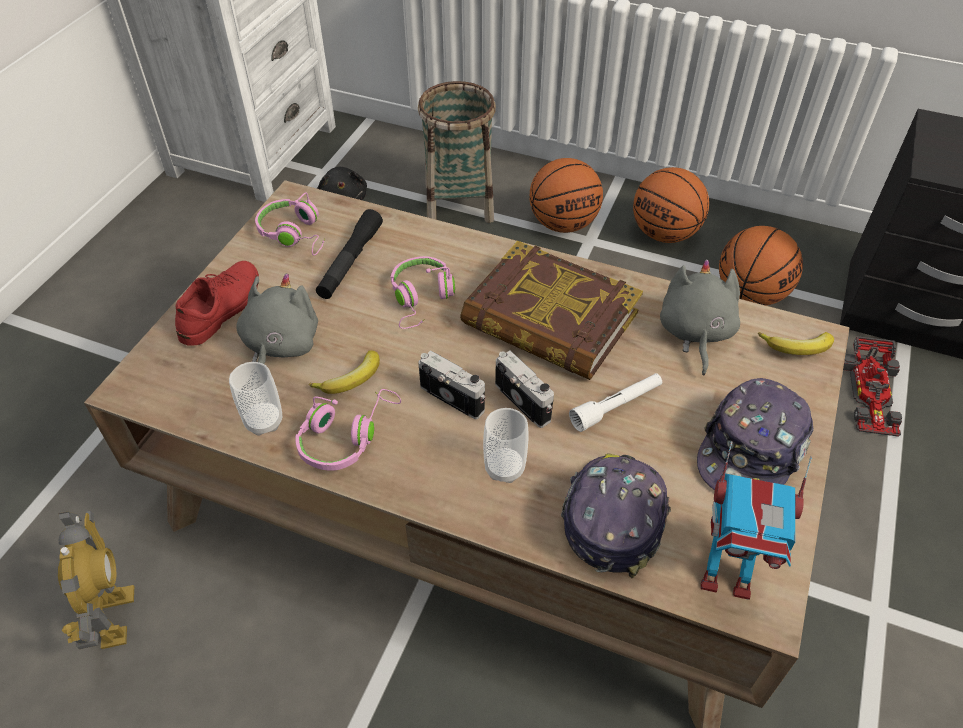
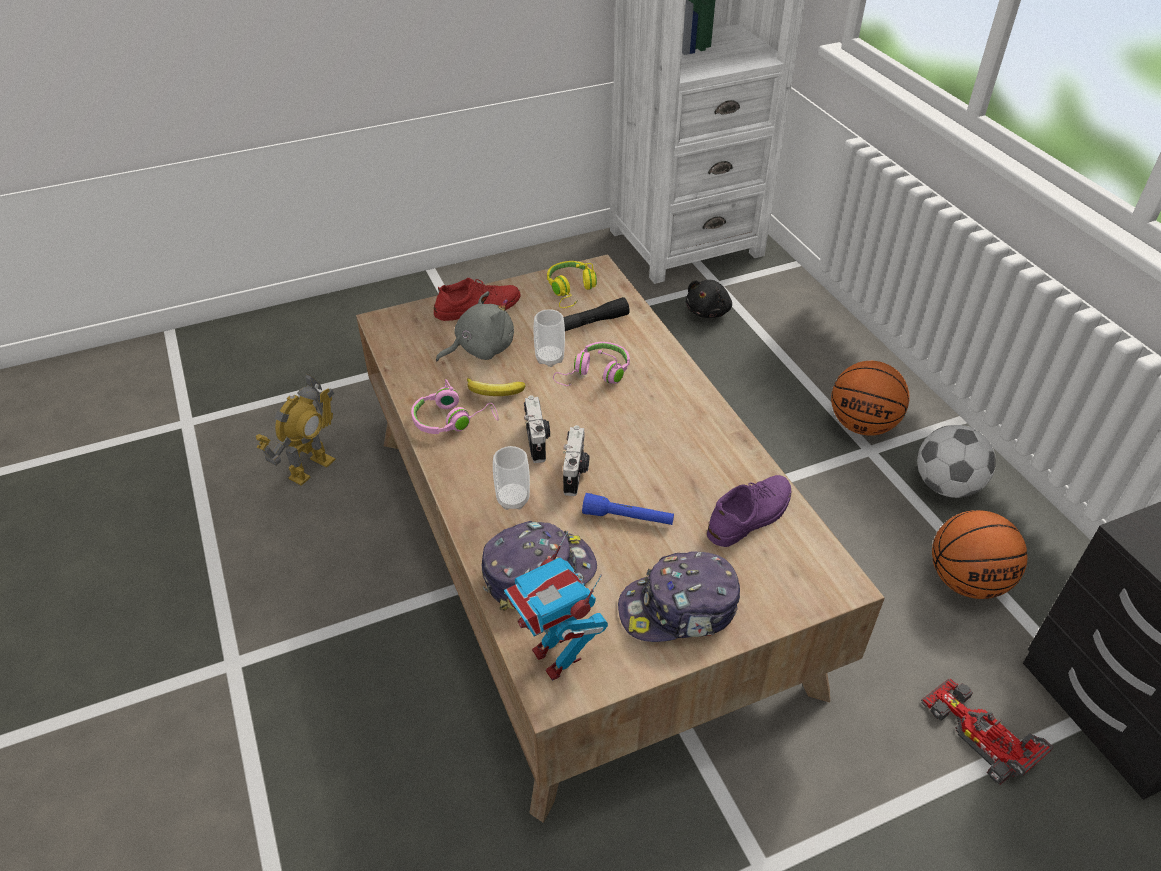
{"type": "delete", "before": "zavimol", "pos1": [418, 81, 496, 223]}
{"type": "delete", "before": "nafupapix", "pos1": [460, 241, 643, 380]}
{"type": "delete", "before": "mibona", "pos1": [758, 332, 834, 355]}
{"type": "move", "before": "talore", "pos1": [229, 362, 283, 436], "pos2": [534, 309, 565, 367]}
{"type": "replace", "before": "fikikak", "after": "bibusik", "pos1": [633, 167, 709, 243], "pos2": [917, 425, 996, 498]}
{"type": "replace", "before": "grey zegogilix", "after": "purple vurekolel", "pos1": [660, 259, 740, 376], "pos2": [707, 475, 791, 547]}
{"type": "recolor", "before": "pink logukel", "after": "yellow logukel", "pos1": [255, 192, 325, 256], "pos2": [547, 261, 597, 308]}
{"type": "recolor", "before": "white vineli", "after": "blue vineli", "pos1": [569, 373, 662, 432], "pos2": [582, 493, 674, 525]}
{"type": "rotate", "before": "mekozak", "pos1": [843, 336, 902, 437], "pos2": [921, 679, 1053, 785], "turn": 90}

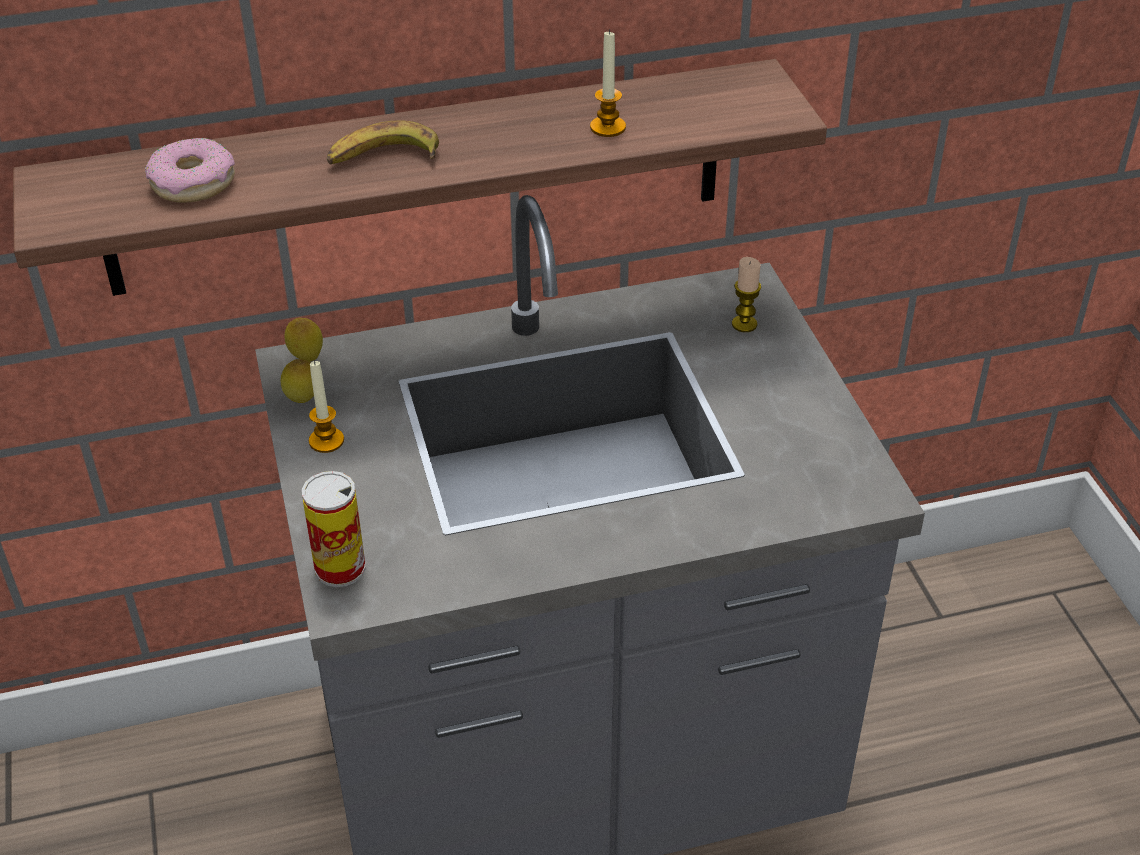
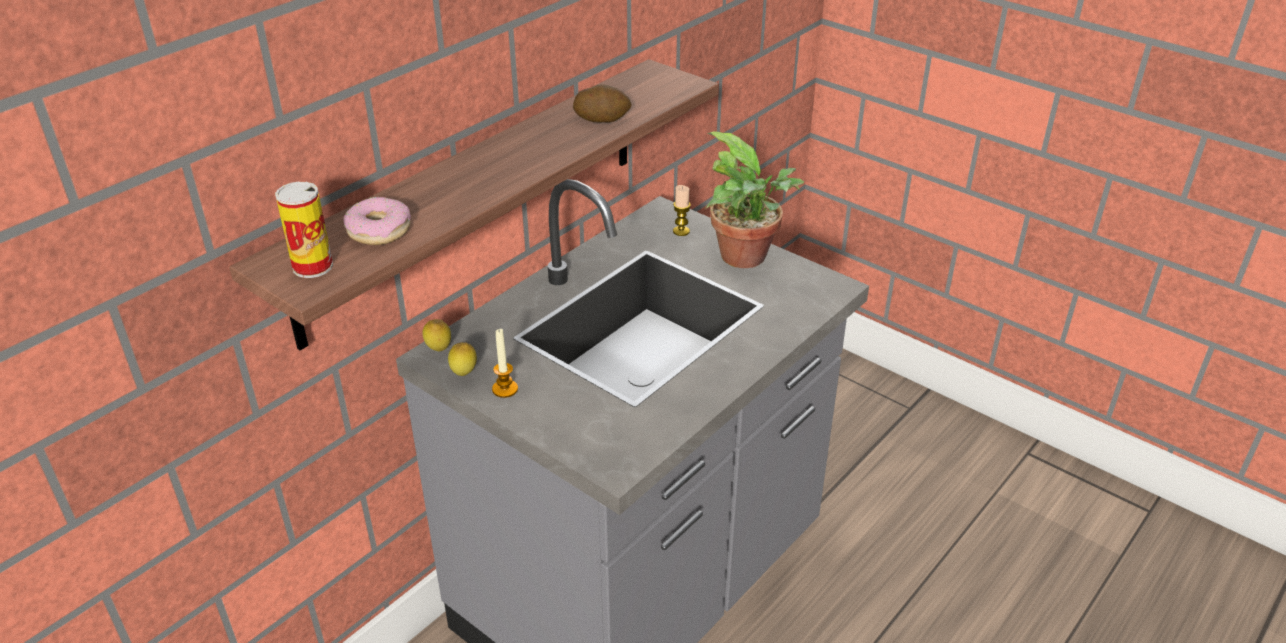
{"type": "delete", "before": "mibona", "pos1": [327, 120, 439, 164]}
{"type": "insert", "after": "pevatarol", "pos2": [705, 131, 804, 268]}
{"type": "move", "before": "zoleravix", "pos1": [302, 471, 366, 587], "pos2": [275, 181, 333, 278]}
{"type": "replace", "before": "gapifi", "after": "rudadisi", "pos1": [590, 30, 626, 137], "pos2": [573, 84, 632, 123]}

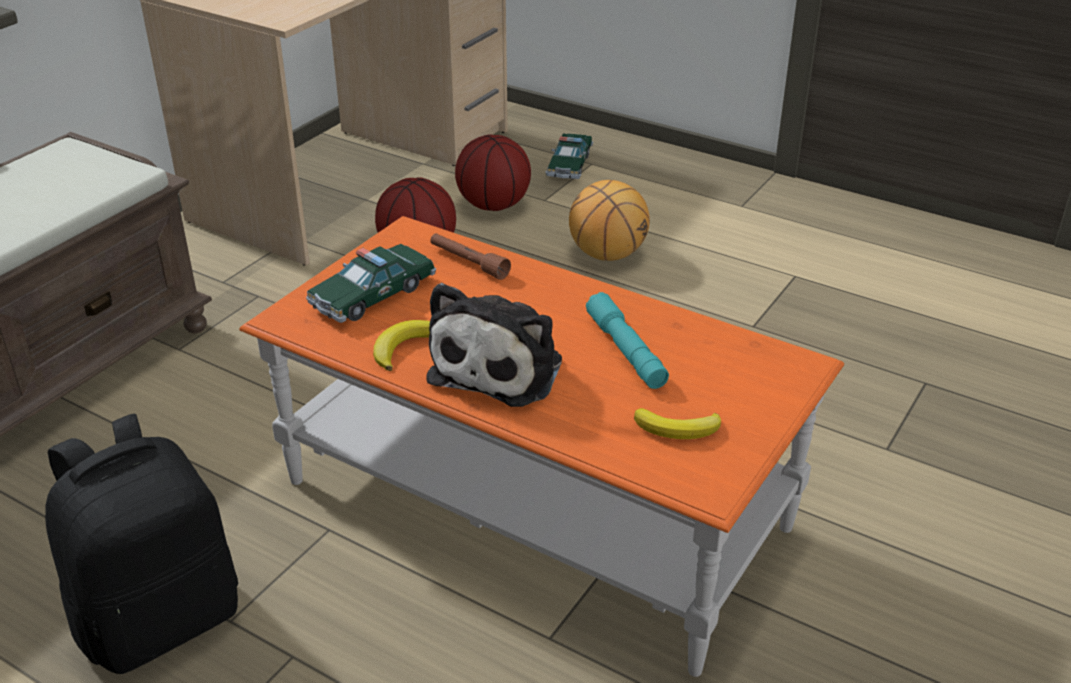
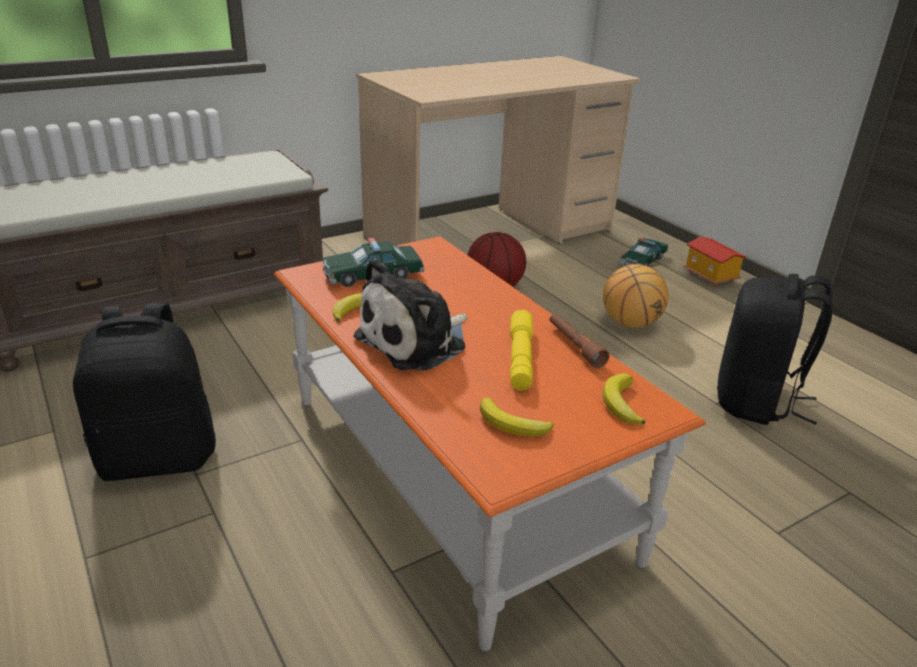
{"type": "delete", "before": "fikikak", "pos1": [455, 134, 531, 211]}
{"type": "insert", "after": "mibona", "pos2": [602, 373, 646, 425]}
{"type": "insert", "after": "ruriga", "pos2": [683, 236, 747, 287]}
{"type": "insert", "after": "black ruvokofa", "pos2": [717, 274, 832, 425]}
{"type": "move", "before": "brown vineli", "pos1": [430, 233, 511, 280], "pos2": [550, 313, 609, 368]}
{"type": "recolor", "before": "turquoise vineli", "after": "yellow vineli", "pos1": [586, 292, 669, 389], "pos2": [510, 310, 533, 390]}

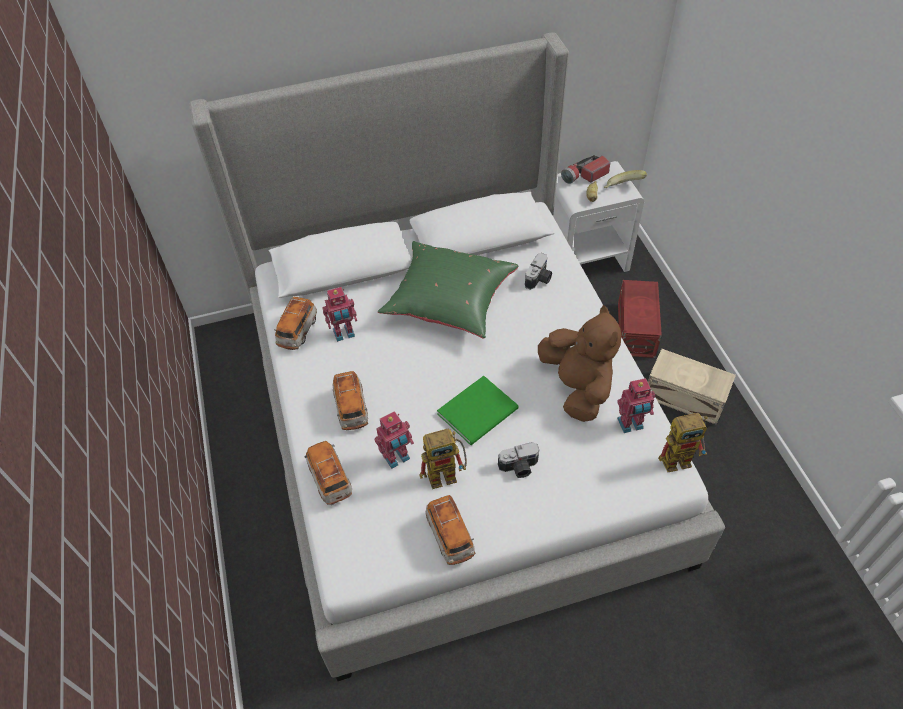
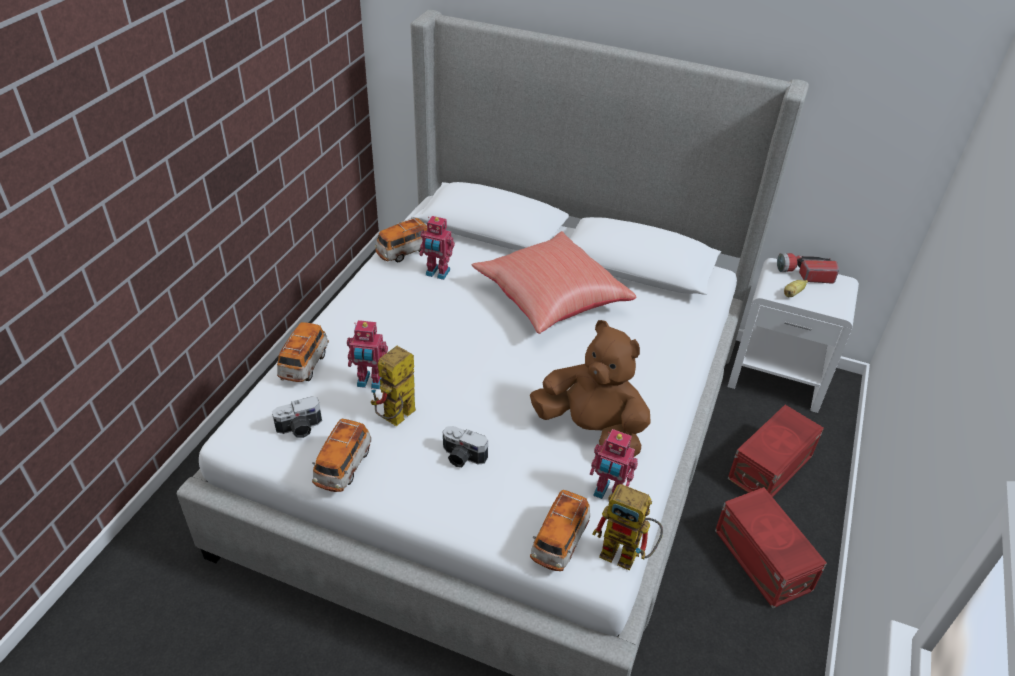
{"type": "delete", "before": "green nafupapix", "pos1": [437, 376, 519, 445]}
{"type": "delete", "before": "mibona", "pos1": [604, 170, 647, 188]}
{"type": "move", "before": "mekozak", "pos1": [333, 371, 368, 430], "pos2": [530, 490, 590, 571]}
{"type": "move", "before": "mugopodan", "pos1": [525, 253, 552, 290], "pos2": [272, 396, 322, 438]}
{"type": "recolor", "before": "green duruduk", "after": "red duruduk", "pos1": [378, 241, 518, 338], "pos2": [471, 231, 636, 334]}
{"type": "recolor", "before": "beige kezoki", "after": "red kezoki", "pos1": [648, 349, 736, 425], "pos2": [715, 487, 827, 608]}
{"type": "rotate", "before": "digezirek", "pos1": [420, 429, 467, 489], "pos2": [371, 346, 416, 426], "turn": 105}
{"type": "rotate", "before": "brown zegogilix", "pos1": [538, 305, 621, 422], "pos2": [530, 320, 651, 457], "turn": -75}

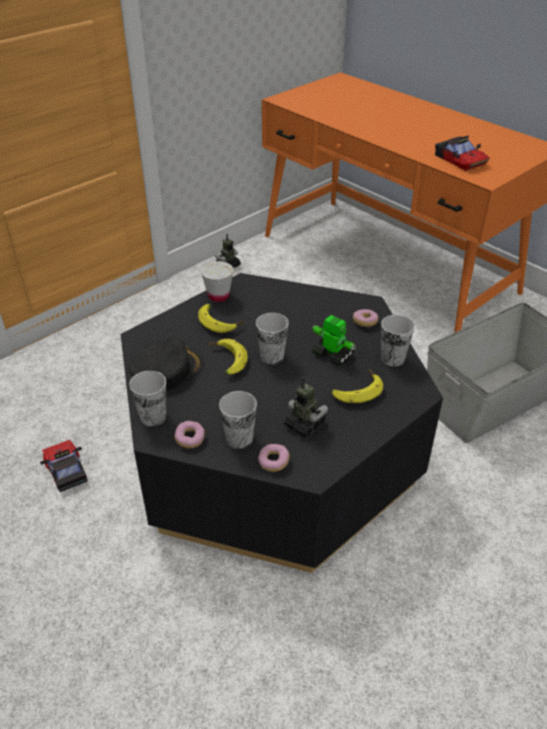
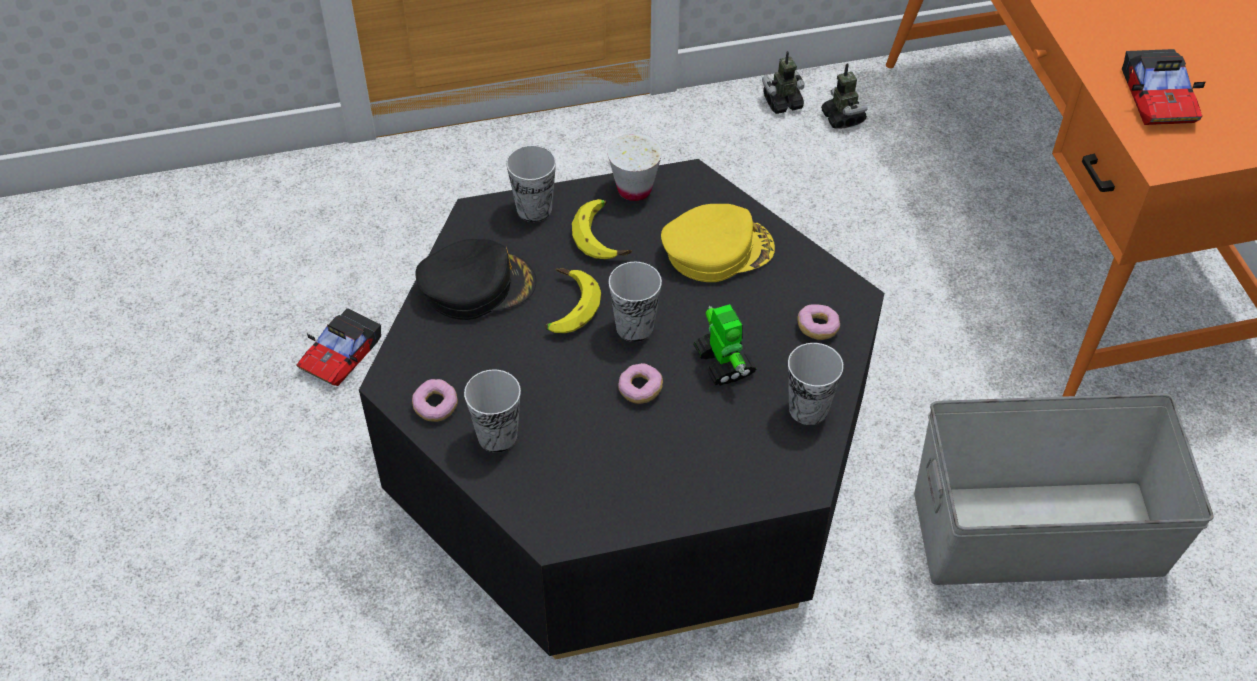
{"type": "delete", "before": "mibona", "pos1": [332, 369, 383, 403]}
{"type": "insert", "after": "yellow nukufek", "pos2": [661, 204, 775, 282]}
{"type": "move", "before": "talore", "pos1": [129, 371, 166, 427], "pos2": [506, 145, 556, 222]}
{"type": "move", "before": "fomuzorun", "pos1": [258, 444, 290, 472], "pos2": [618, 363, 663, 404]}
{"type": "move", "before": "digezirek", "pos1": [284, 377, 328, 437], "pos2": [821, 63, 868, 129]}
{"type": "rotate", "before": "mekozak", "pos1": [40, 440, 88, 492], "pos2": [297, 308, 381, 386], "turn": -150}

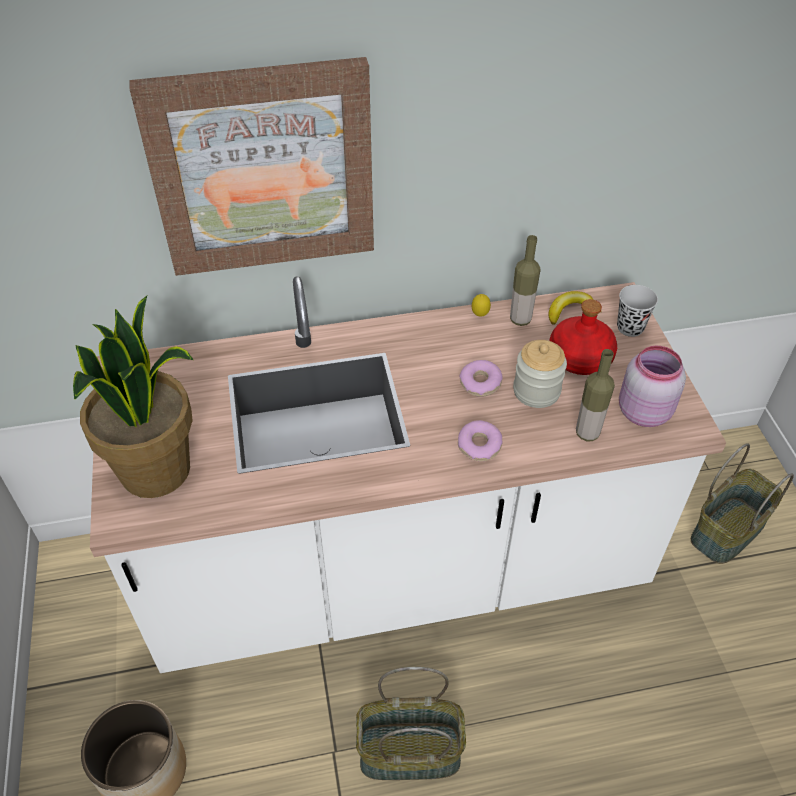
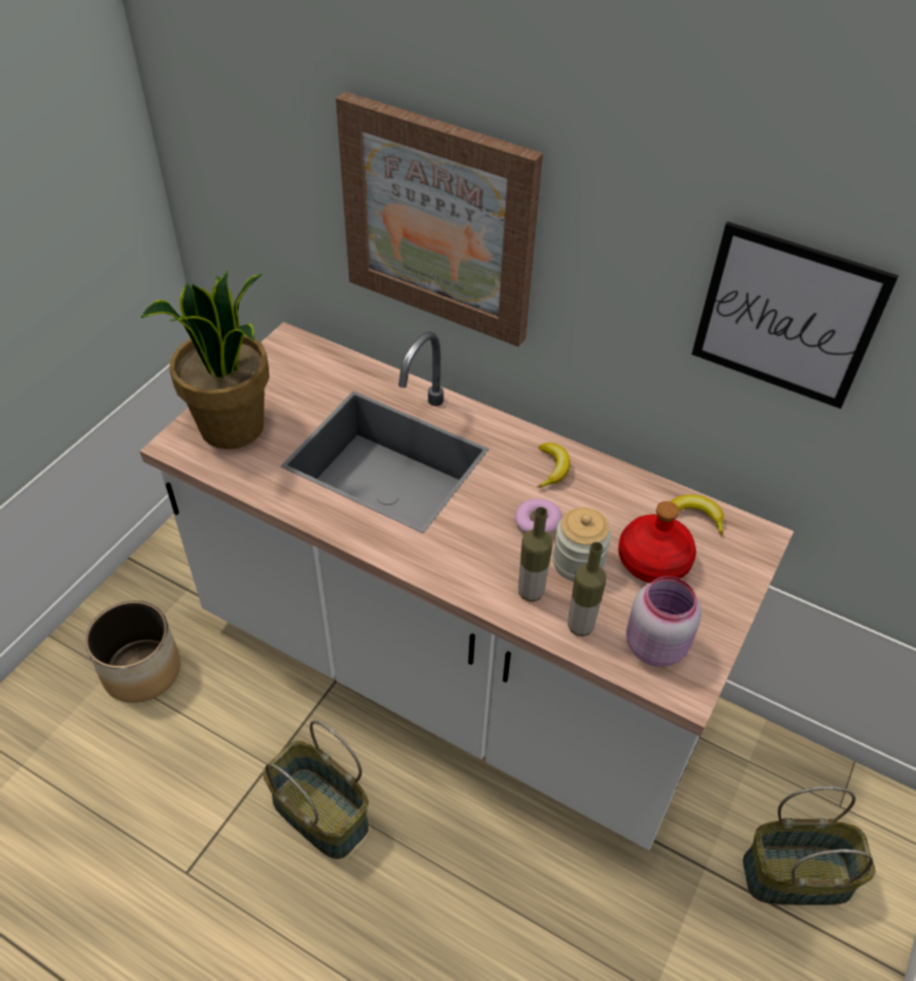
{"type": "delete", "before": "fomuzorun", "pos1": [458, 420, 503, 461]}
{"type": "delete", "before": "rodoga", "pos1": [472, 294, 491, 317]}
{"type": "delete", "before": "black talore", "pos1": [617, 285, 658, 337]}
{"type": "insert", "after": "mibona", "pos2": [537, 443, 570, 488]}
{"type": "insert", "after": "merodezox", "pos2": [692, 221, 899, 409]}
{"type": "move", "before": "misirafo", "pos1": [510, 235, 541, 326], "pos2": [518, 507, 553, 602]}

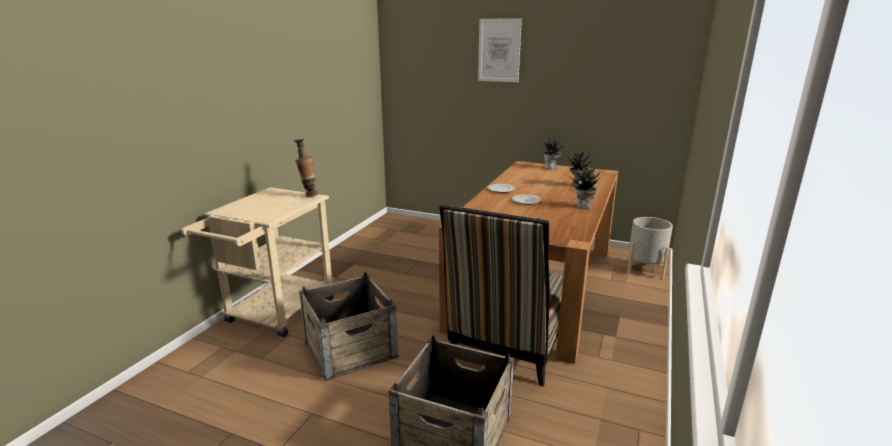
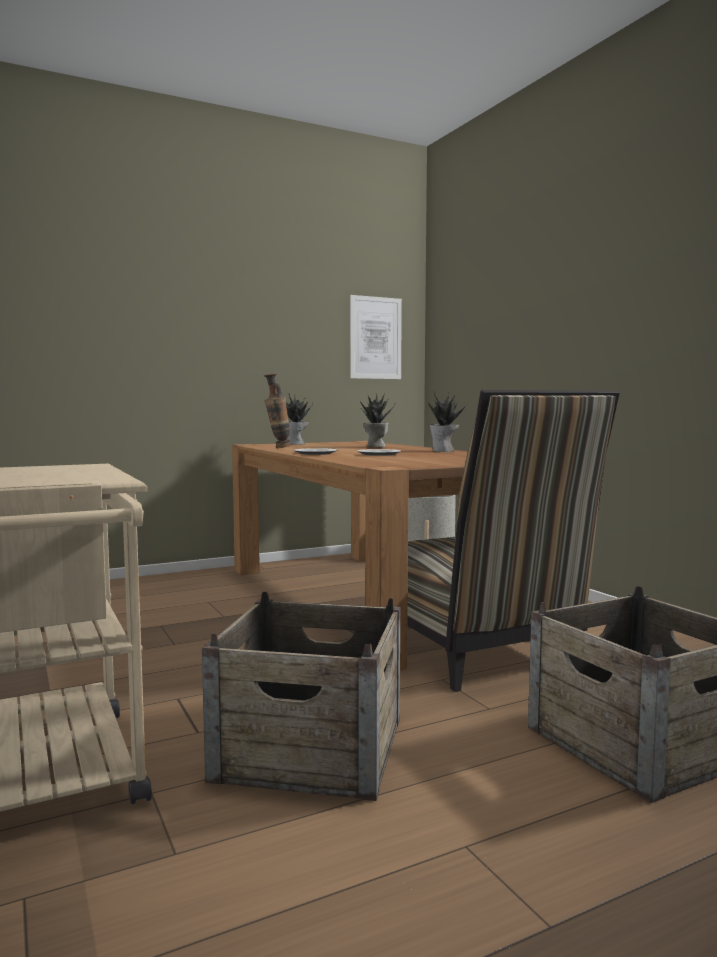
{"type": "move", "before": "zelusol", "pos1": [293, 139, 318, 197], "pos2": [264, 373, 291, 448]}
{"type": "move", "before": "merodezox", "pos1": [478, 18, 522, 82], "pos2": [350, 295, 402, 379]}

